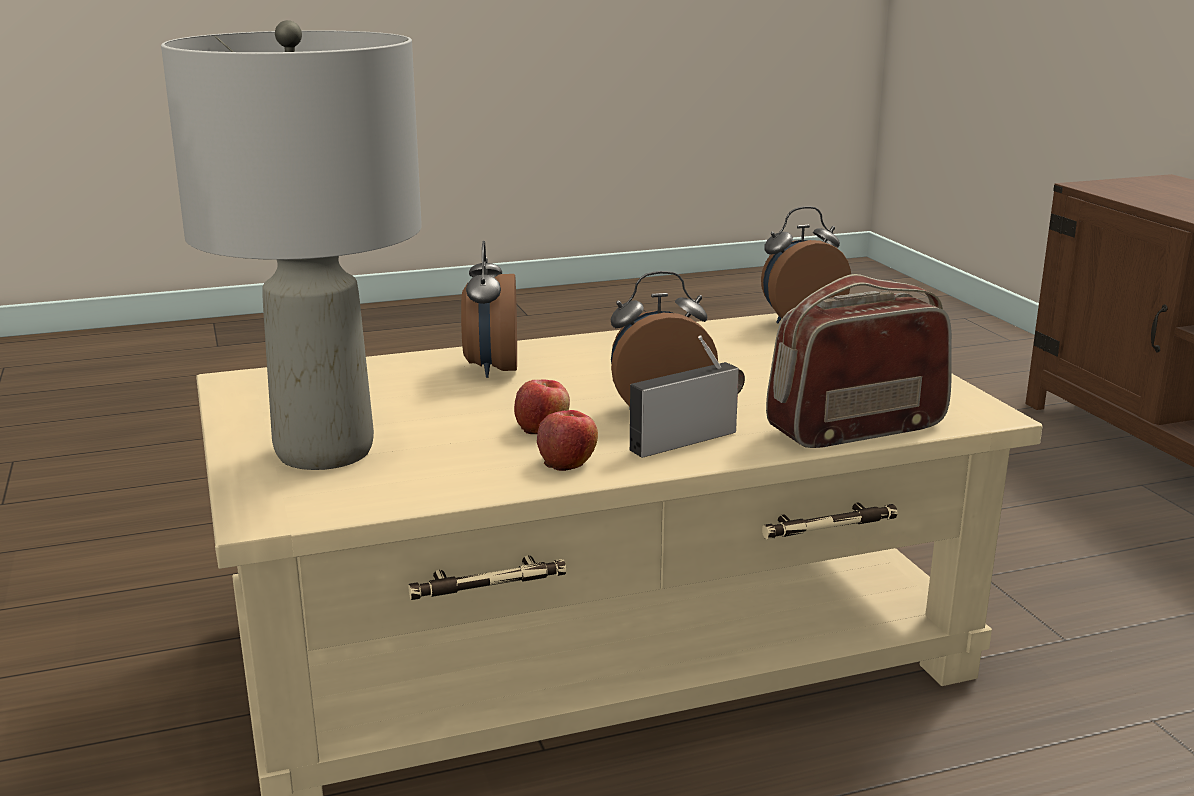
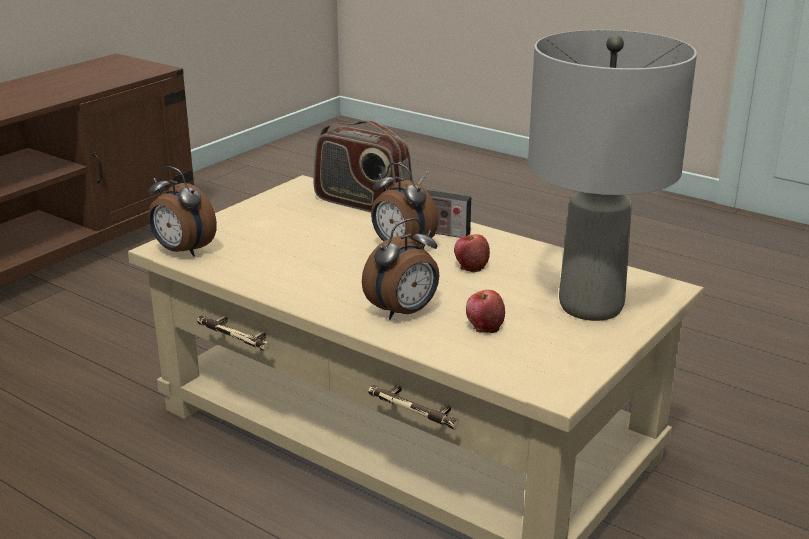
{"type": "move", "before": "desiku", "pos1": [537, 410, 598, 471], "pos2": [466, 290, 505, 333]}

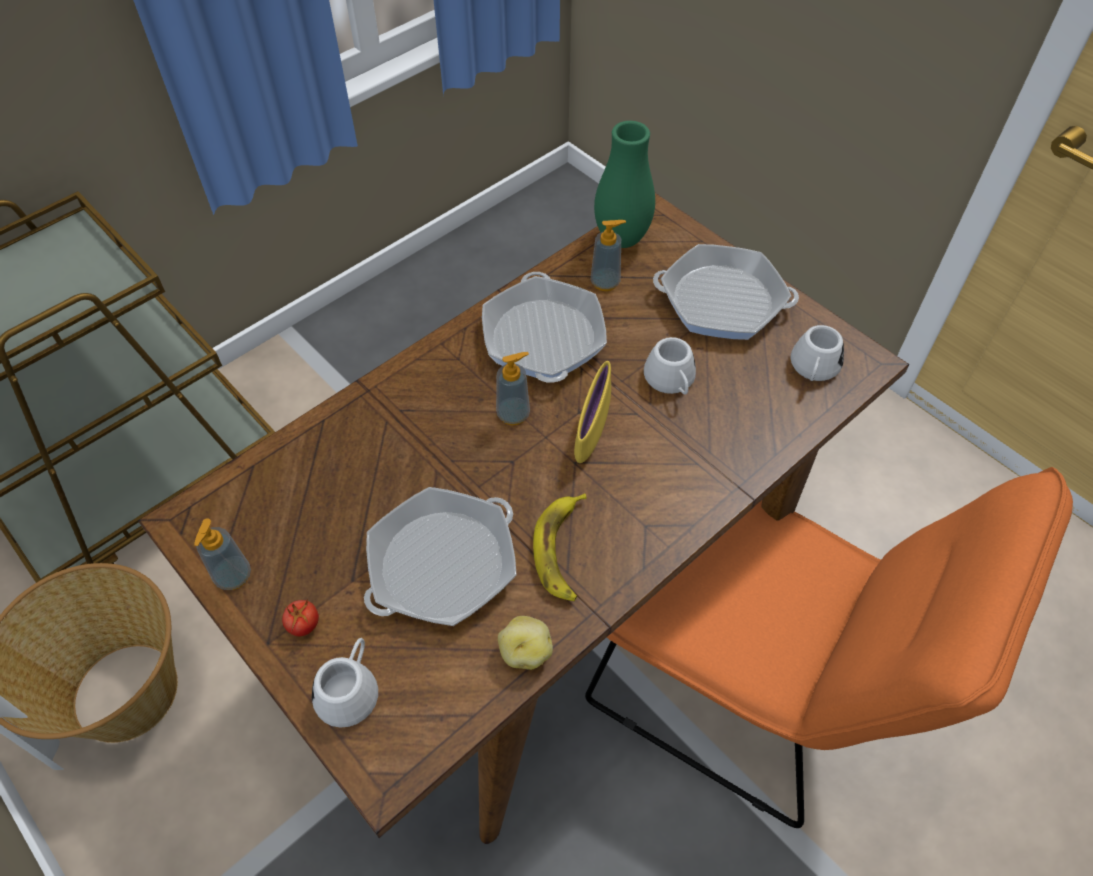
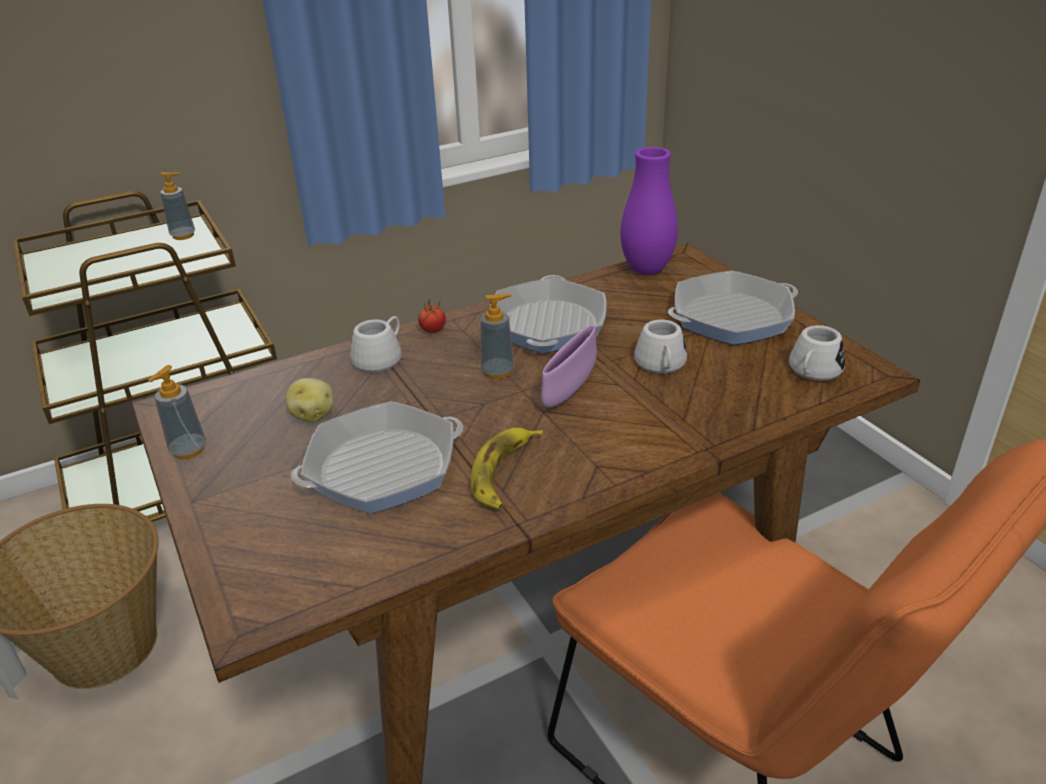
{"type": "move", "before": "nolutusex", "pos1": [282, 599, 319, 636], "pos2": [418, 299, 446, 333]}
{"type": "move", "before": "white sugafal", "pos1": [312, 638, 378, 728], "pos2": [350, 316, 402, 372]}
{"type": "move", "before": "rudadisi", "pos1": [498, 616, 553, 670], "pos2": [286, 378, 334, 423]}
{"type": "move", "before": "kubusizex", "pos1": [591, 220, 626, 291], "pos2": [160, 172, 195, 240]}
{"type": "recolor", "before": "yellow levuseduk", "after": "purple levuseduk", "pos1": [574, 361, 611, 463], "pos2": [541, 325, 597, 408]}
{"type": "recolor", "before": "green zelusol", "after": "purple zelusol", "pos1": [594, 121, 655, 248], "pos2": [620, 147, 678, 275]}
{"type": "rotate", "before": "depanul", "pos1": [653, 244, 799, 340], "pos2": [668, 270, 798, 345], "turn": 135}

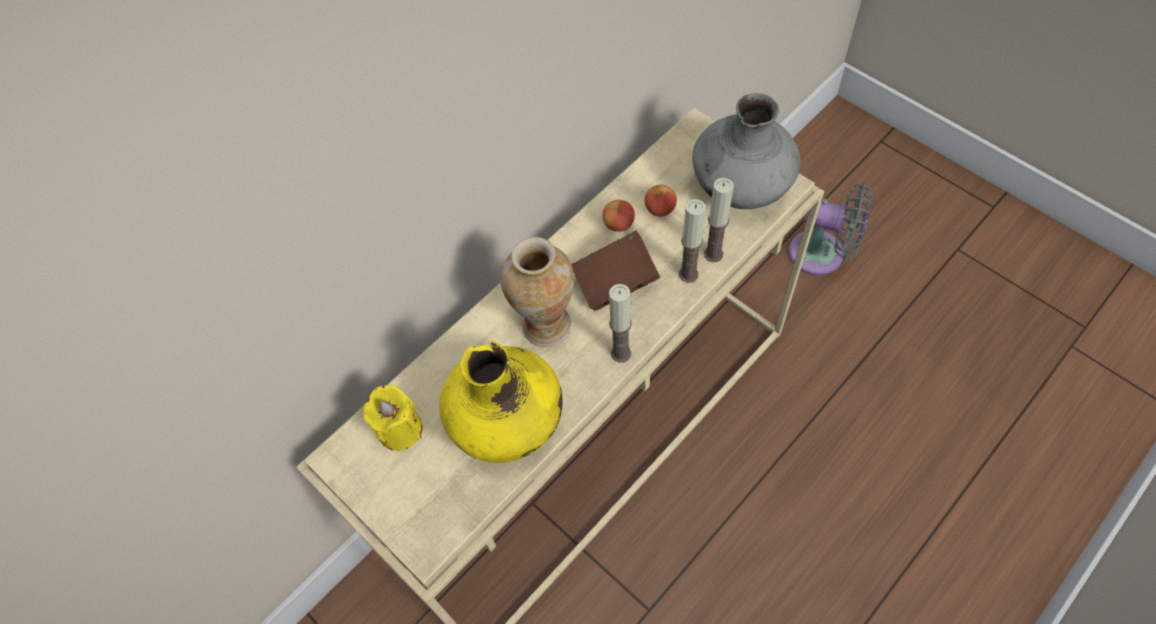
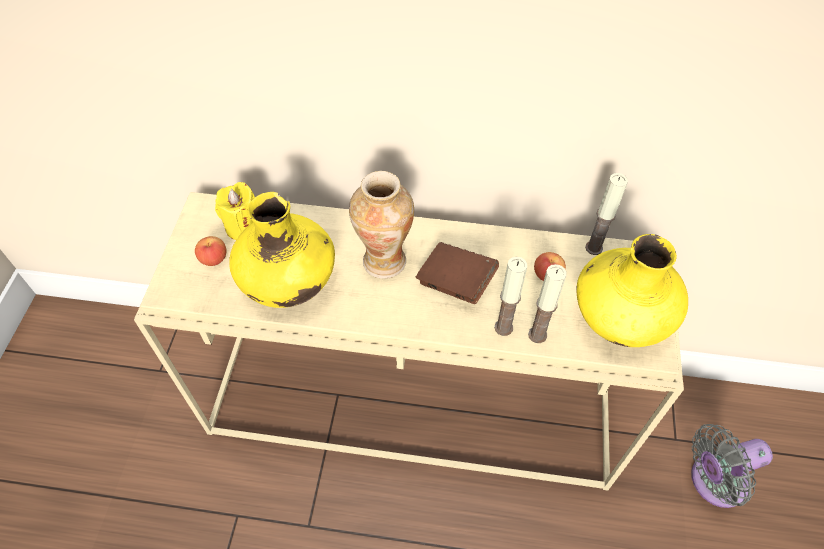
{"type": "move", "before": "desiku", "pos1": [602, 200, 635, 232], "pos2": [195, 236, 226, 266]}
{"type": "move", "before": "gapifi", "pos1": [609, 284, 632, 363], "pos2": [585, 173, 628, 255]}
{"type": "recolor", "before": "grey zelusol", "after": "yellow zelusol", "pos1": [692, 93, 800, 209], "pos2": [576, 234, 688, 347]}
{"type": "rotate", "before": "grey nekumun", "pos1": [789, 183, 873, 276], "pos2": [691, 424, 773, 508], "turn": 90}

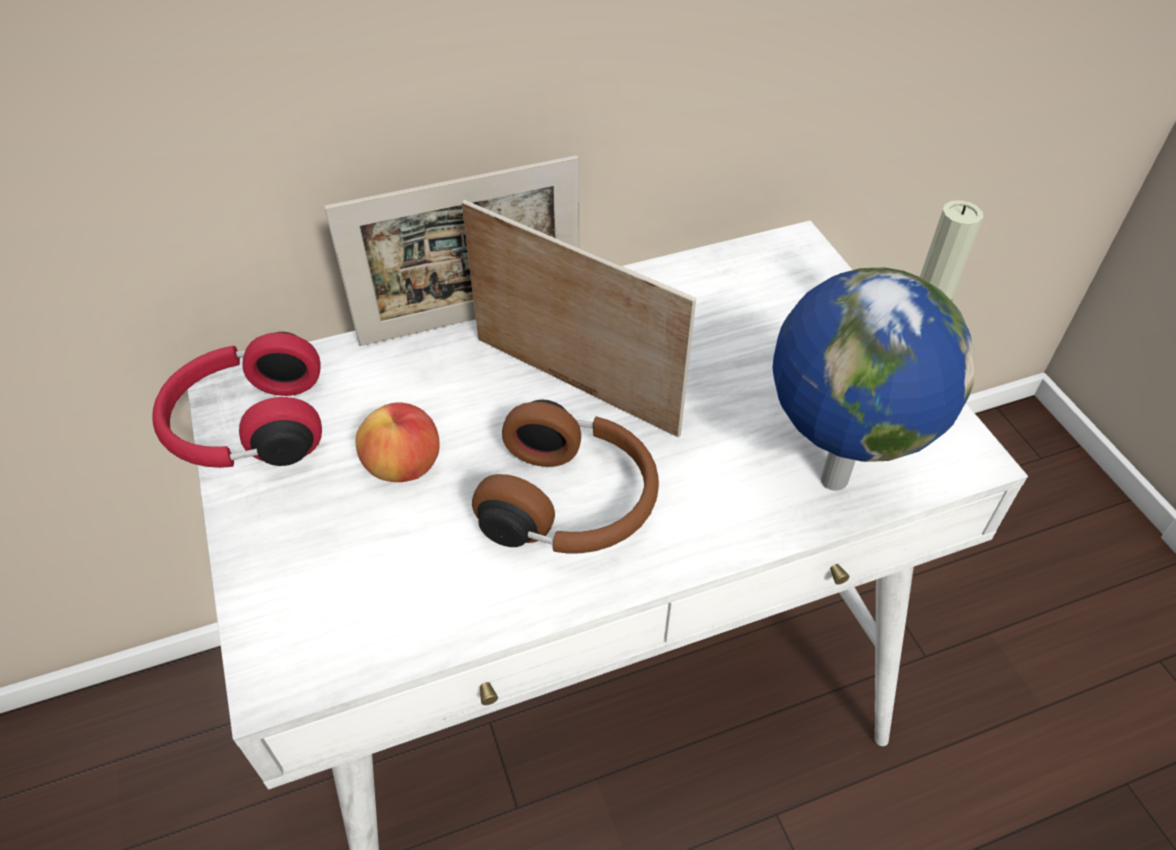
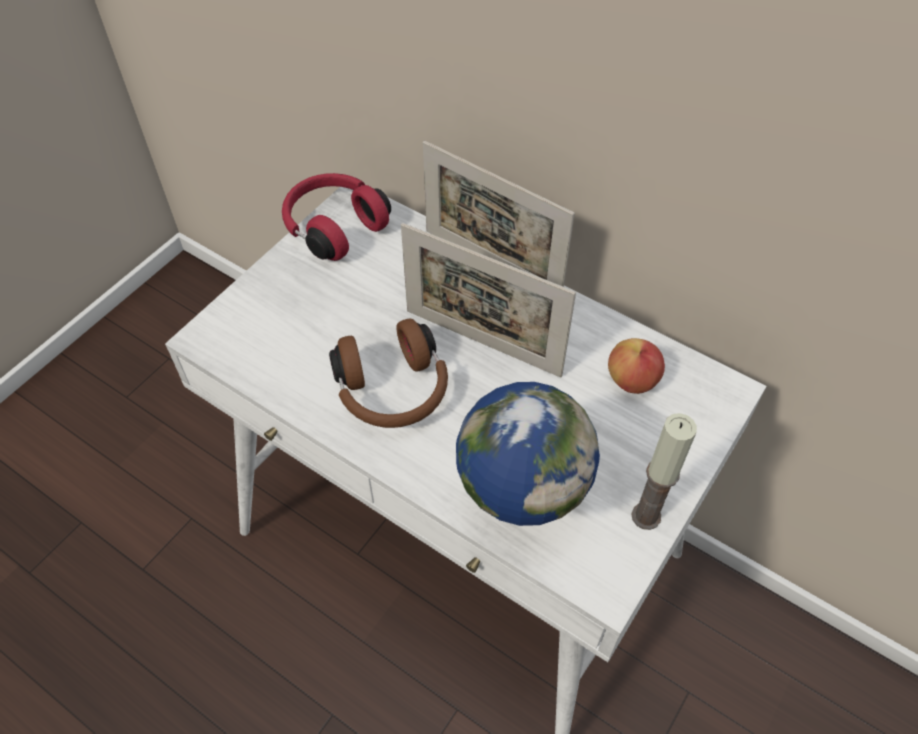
{"type": "move", "before": "desiku", "pos1": [356, 402, 440, 482], "pos2": [608, 338, 665, 394]}
{"type": "rotate", "before": "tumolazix", "pos1": [462, 200, 696, 437], "pos2": [401, 223, 576, 377], "turn": 120}

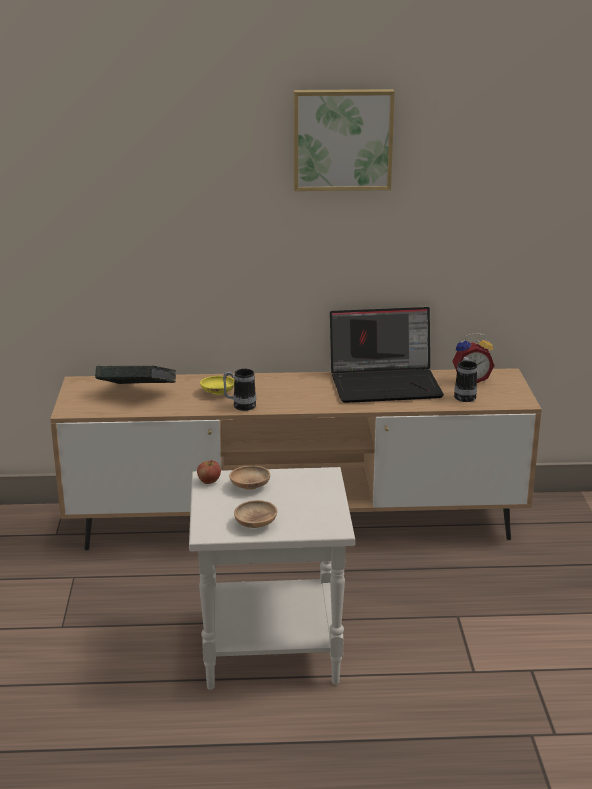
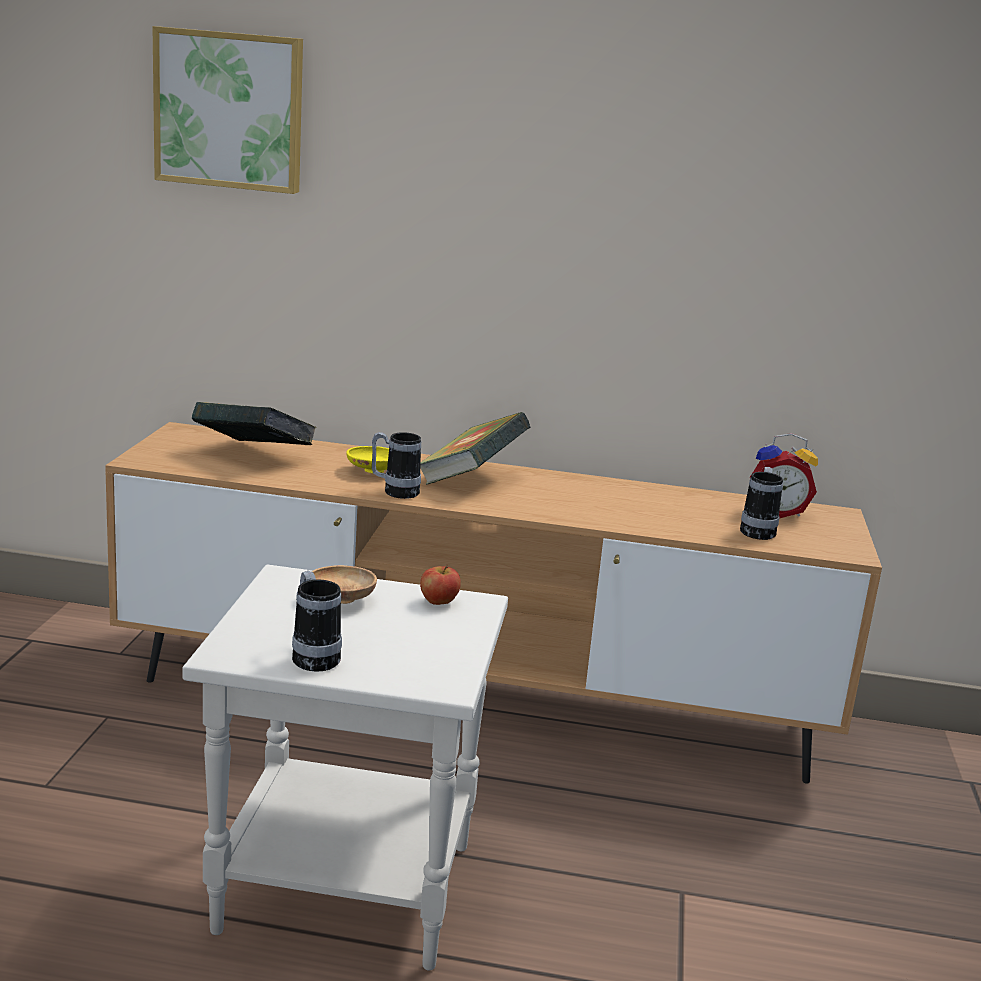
{"type": "delete", "before": "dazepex", "pos1": [330, 307, 444, 403]}
{"type": "insert", "after": "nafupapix", "pos2": [420, 412, 531, 485]}
{"type": "move", "before": "desiku", "pos1": [197, 460, 221, 484], "pos2": [420, 564, 461, 605]}
{"type": "move", "before": "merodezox", "pos1": [294, 89, 395, 191], "pos2": [152, 26, 303, 194]}
{"type": "replace", "before": "brown levuseduk", "after": "sugafal", "pos1": [234, 500, 277, 528], "pos2": [292, 571, 342, 672]}

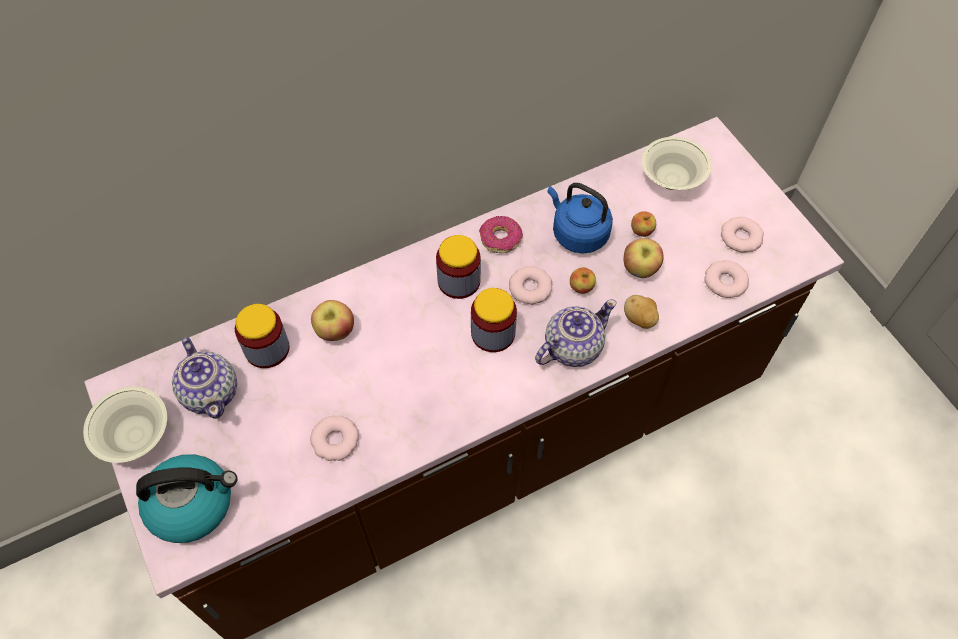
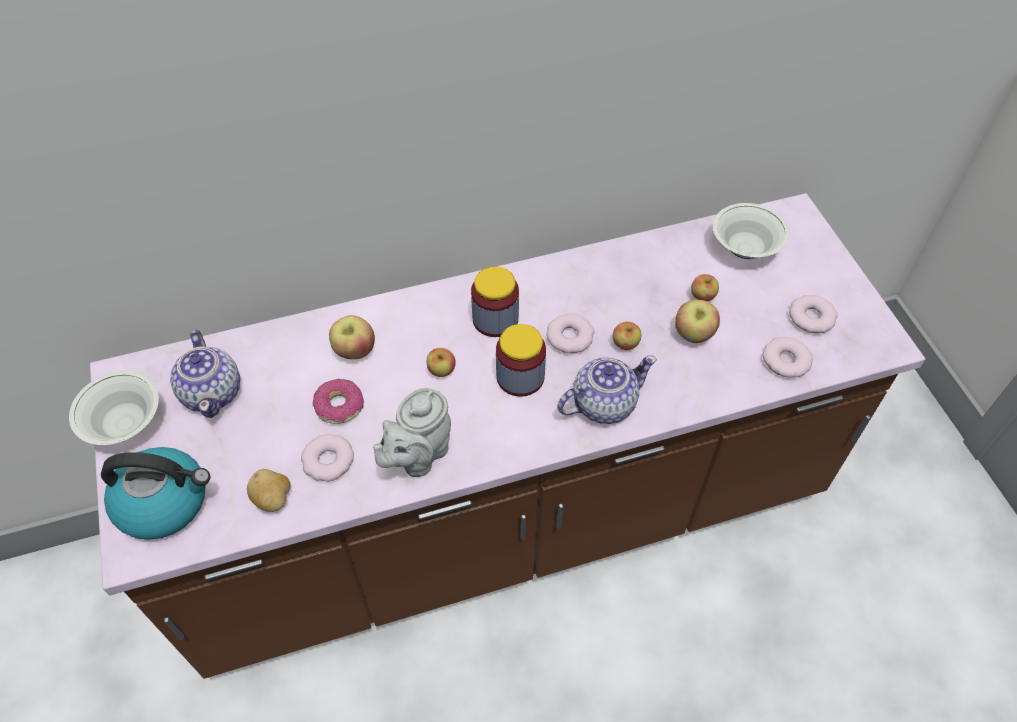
{"type": "delete", "before": "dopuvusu", "pos1": [235, 304, 290, 368]}
{"type": "delete", "before": "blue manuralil", "pos1": [547, 183, 613, 254]}
{"type": "insert", "after": "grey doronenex", "pos2": [373, 388, 451, 477]}
{"type": "insert", "after": "desiku", "pos2": [427, 348, 456, 377]}
{"type": "move", "before": "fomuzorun", "pos1": [479, 216, 523, 253], "pos2": [312, 379, 364, 424]}
{"type": "move", "before": "rudadisi", "pos1": [624, 295, 659, 329], "pos2": [247, 469, 291, 512]}

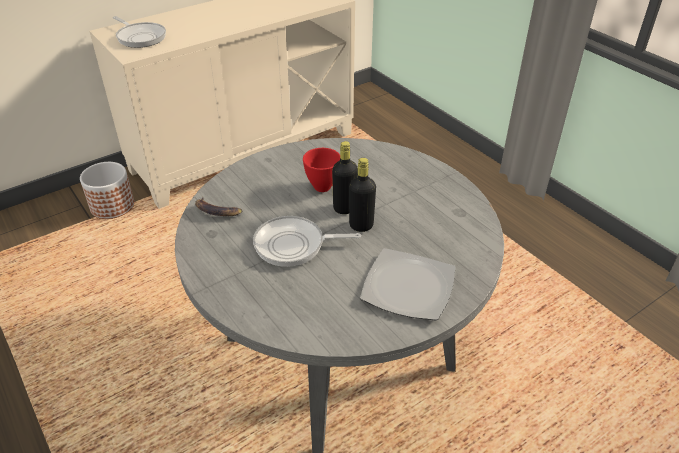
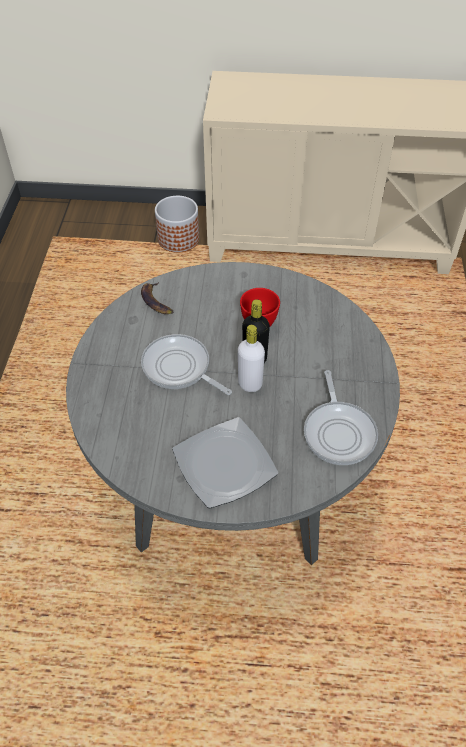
{"type": "move", "before": "depanul", "pos1": [113, 16, 166, 48], "pos2": [304, 370, 378, 465]}
{"type": "recolor", "before": "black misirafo", "after": "white misirafo", "pos1": [349, 158, 376, 232], "pos2": [238, 325, 265, 392]}

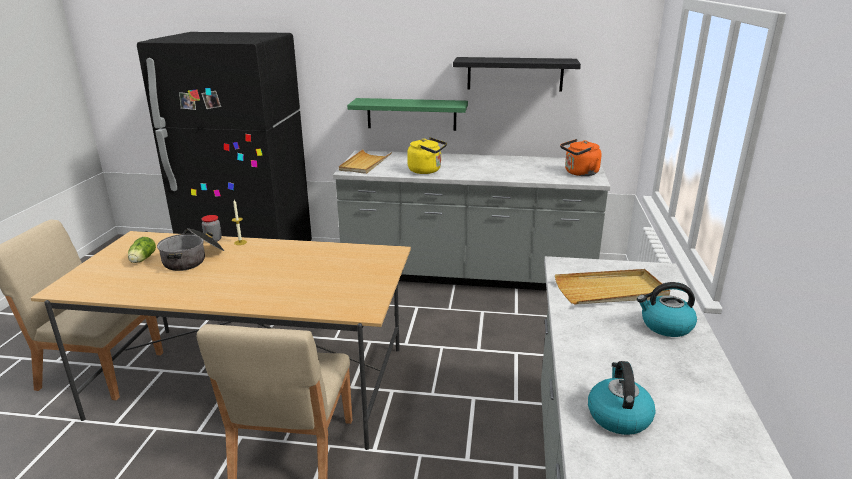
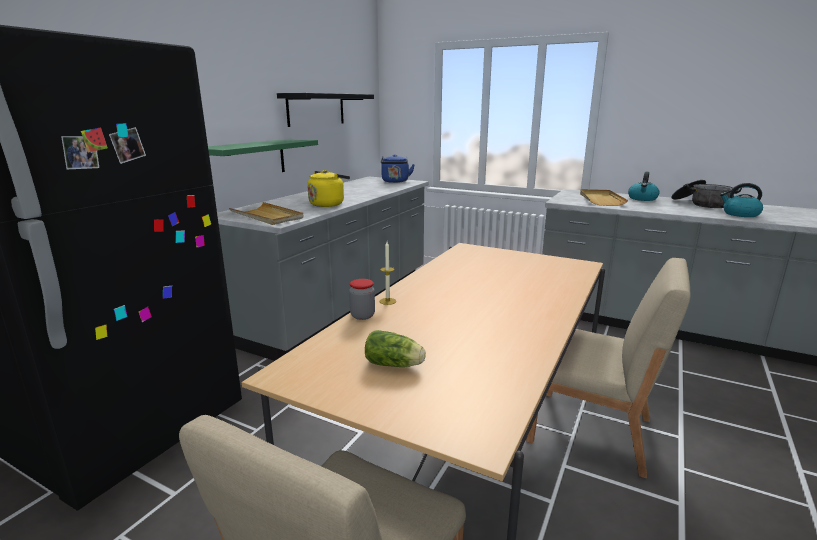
{"type": "move", "before": "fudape", "pos1": [157, 228, 224, 271], "pos2": [671, 180, 742, 208]}
{"type": "recolor", "before": "orange manuralil", "after": "blue manuralil", "pos1": [560, 139, 602, 176], "pos2": [381, 154, 415, 183]}

